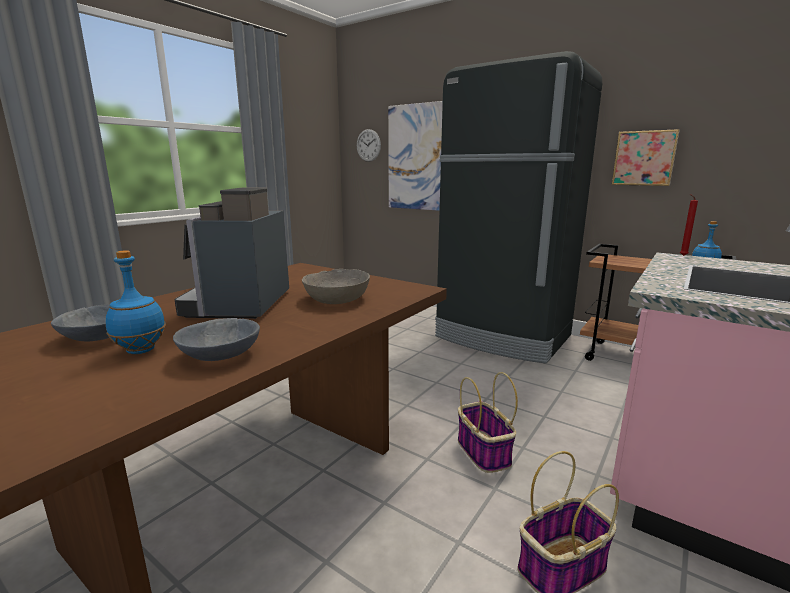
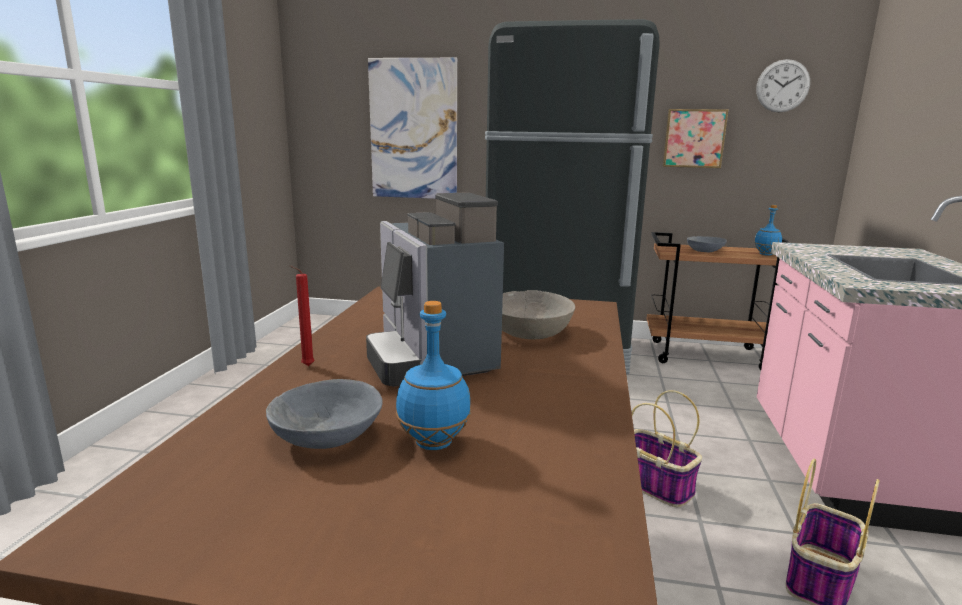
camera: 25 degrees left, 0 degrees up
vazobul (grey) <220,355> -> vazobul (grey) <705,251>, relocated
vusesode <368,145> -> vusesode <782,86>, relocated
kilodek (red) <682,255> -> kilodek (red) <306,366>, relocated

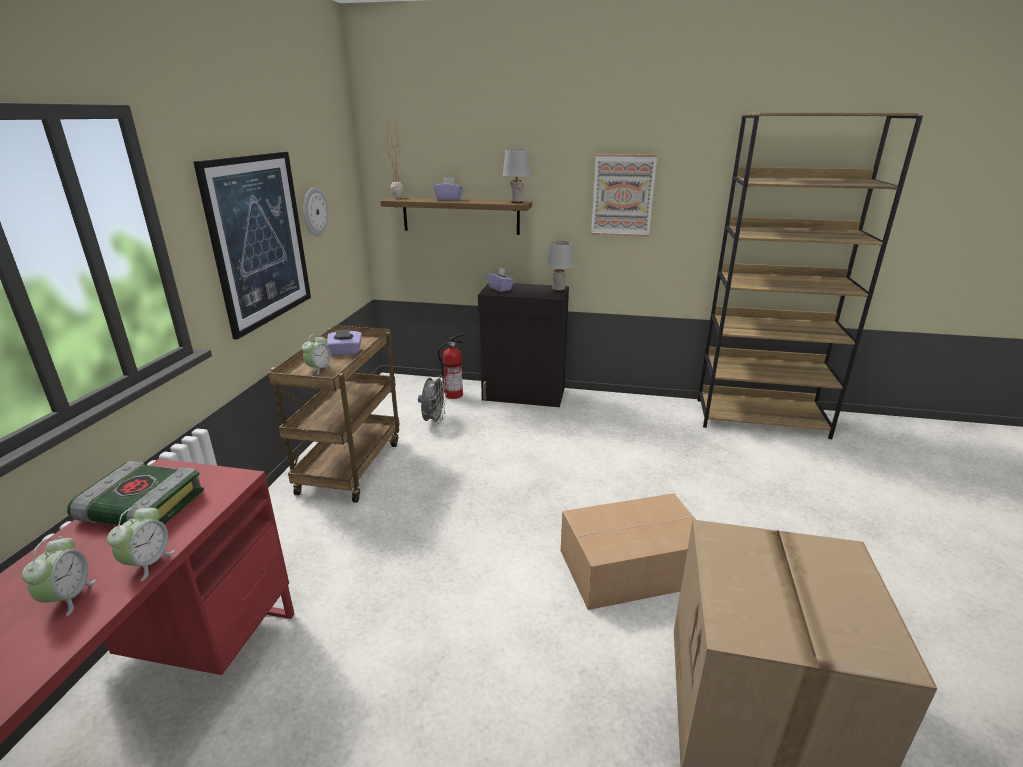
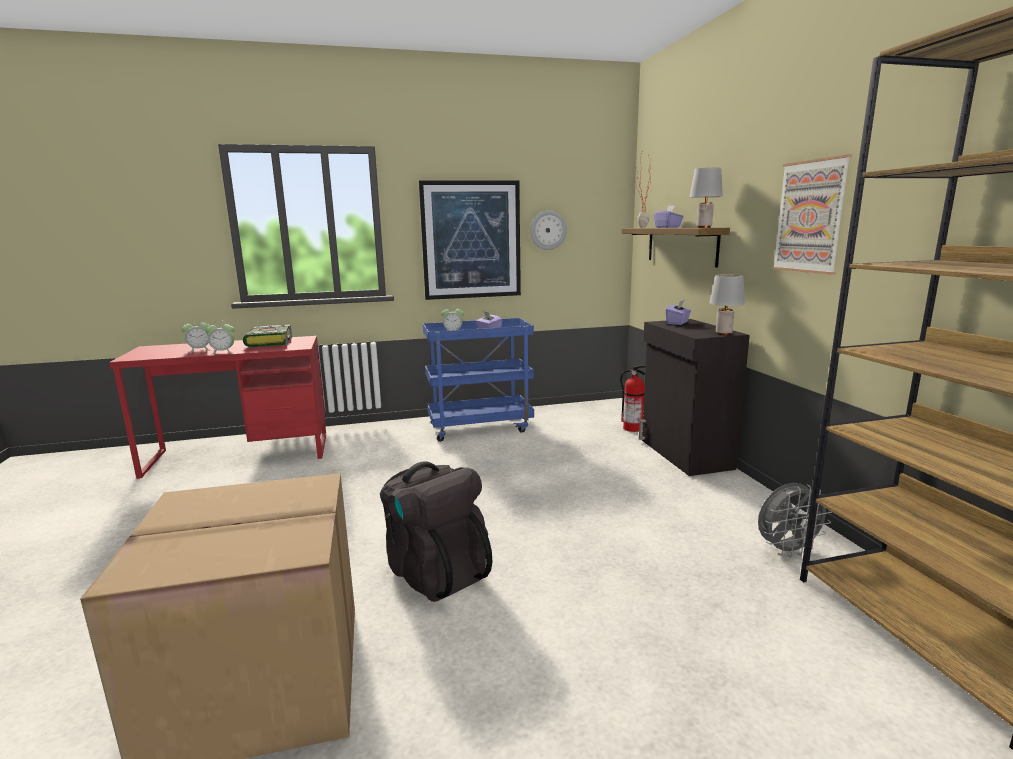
camera: 65 degrees right, 10 degrees down
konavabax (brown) <350,465> -> konavabax (blue) <480,427>
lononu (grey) <434,421> -> lononu (grey) <787,550>, relocated
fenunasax <633,568> -> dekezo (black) <435,571>

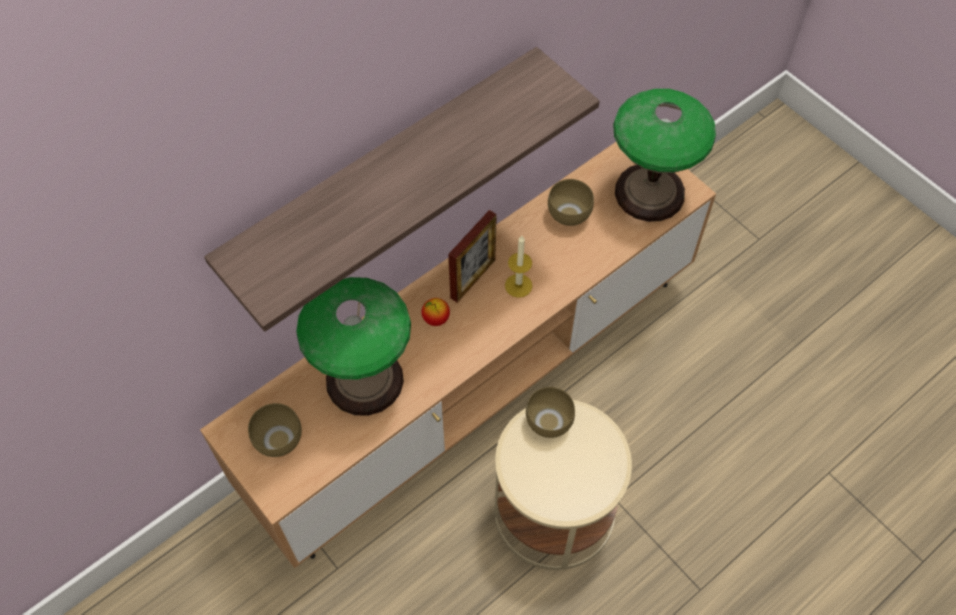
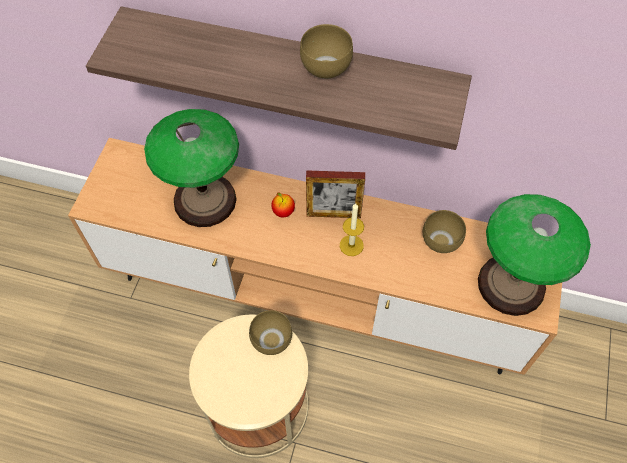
camera: 55 degrees right, 0 degrees up
vazobul (brown) <281,440> -> vazobul (brown) <326,69>, relocated

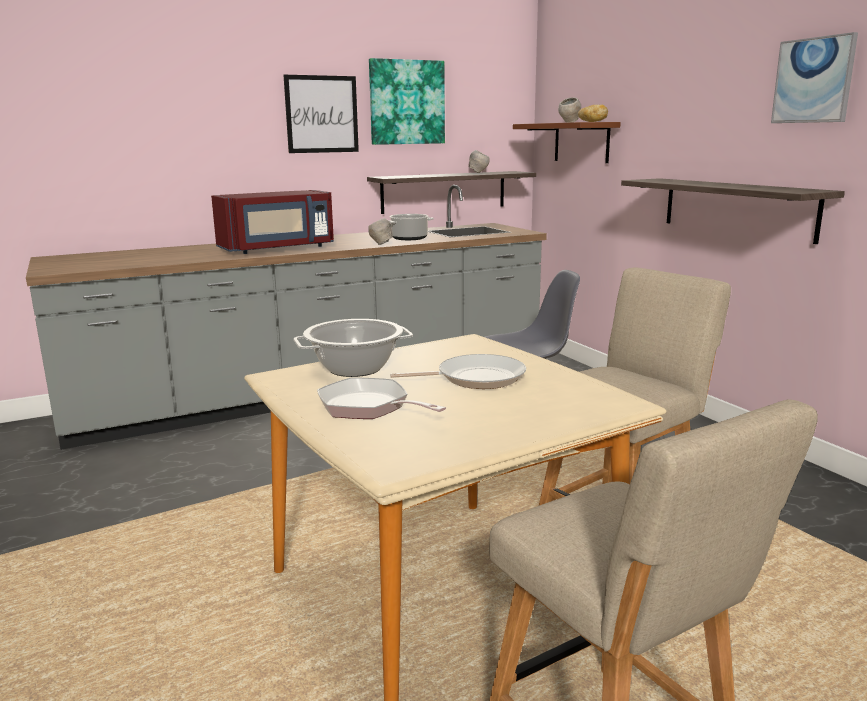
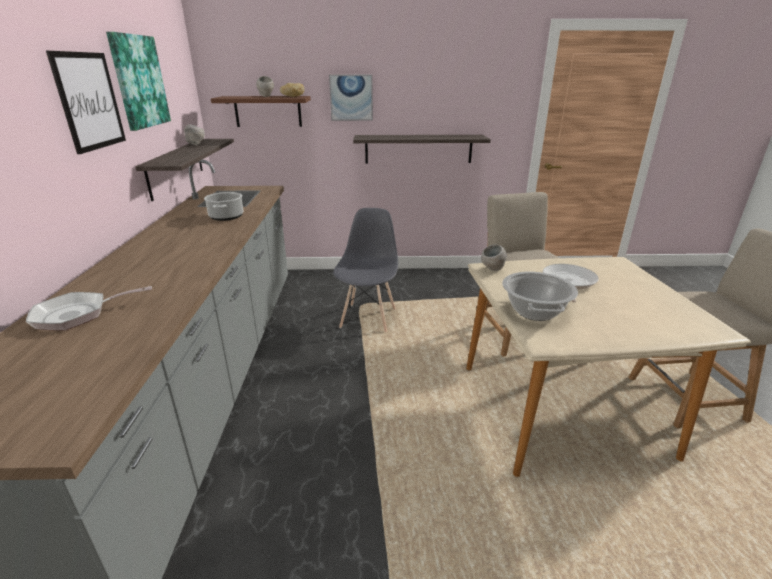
camera: 65 degrees left, 10 degrees up
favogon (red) <278,248> -> none
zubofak <368,407> -> zubofak <78,314>, relocated
vazobul (grey) <380,244> -> vazobul (grey) <492,270>, relocated
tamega <813,80> -> tamega <351,97>, relocated

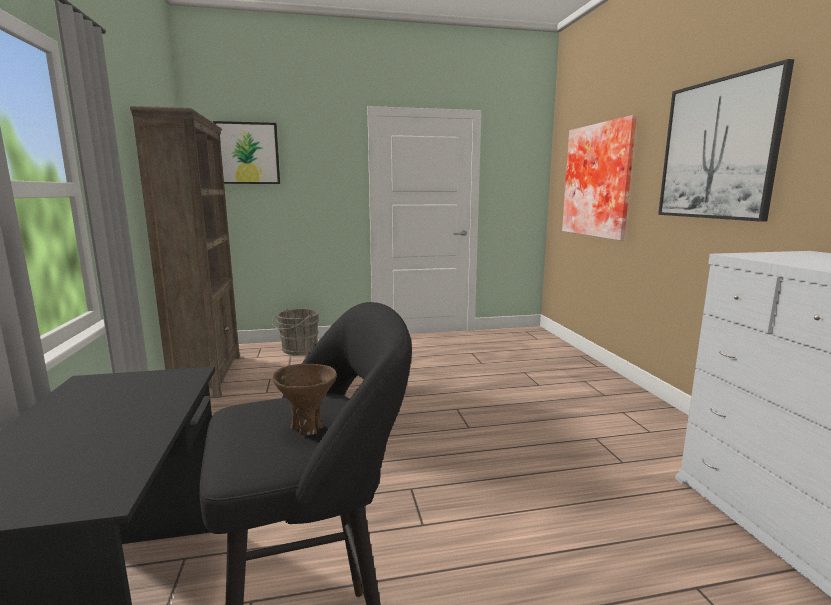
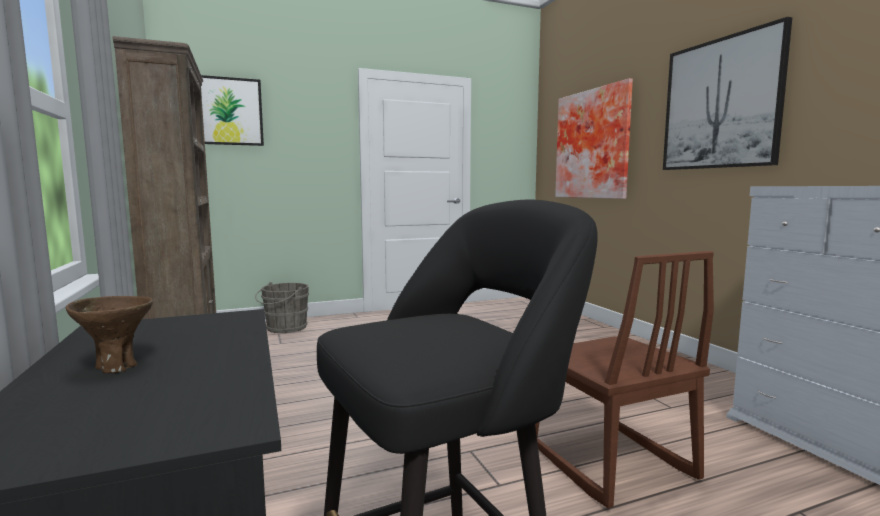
camera: 10 degrees left, 5 degrees down
vazobul (brown) <307,428> -> vazobul (brown) <116,367>, relocated
none -> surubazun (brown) <608,462>

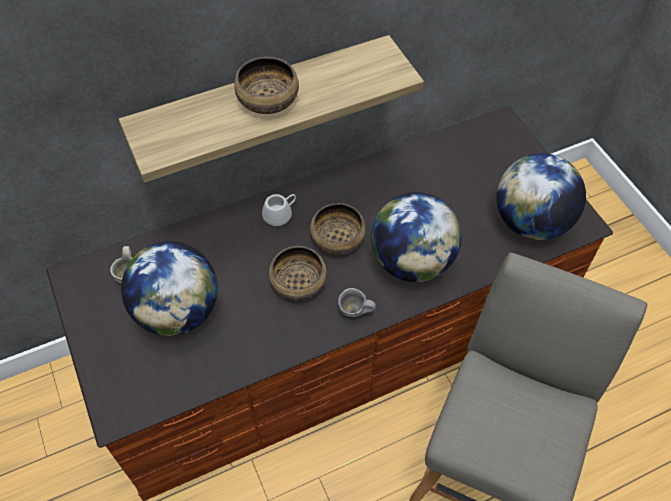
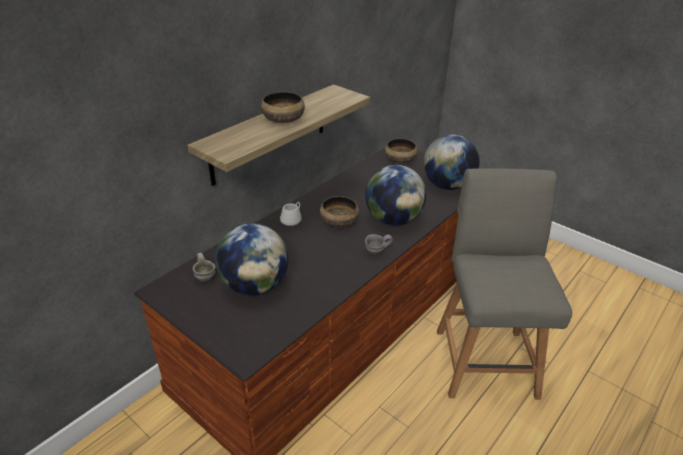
camera: 25 degrees left, 20 degrees down
vazobul <299,283> -> vazobul <400,159>, relocated

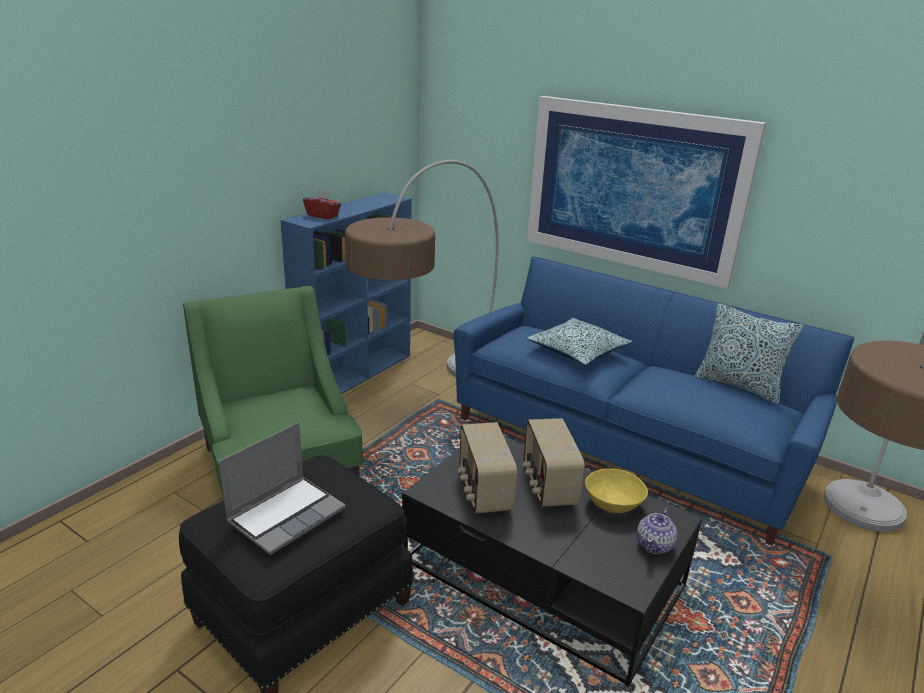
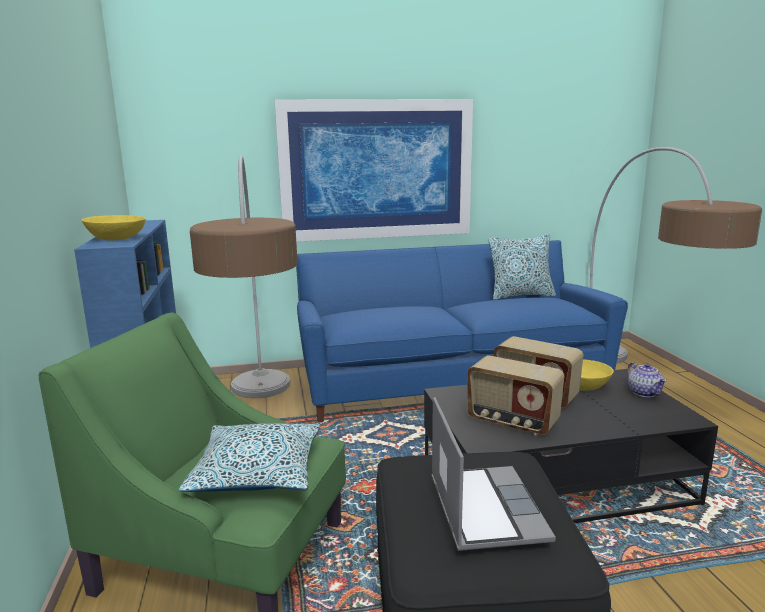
camera: 45 degrees left, 10 degrees down
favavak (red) <323,215> -> vazobul (yellow) <115,239>
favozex <577,351> -> favozex <257,472>, relocated

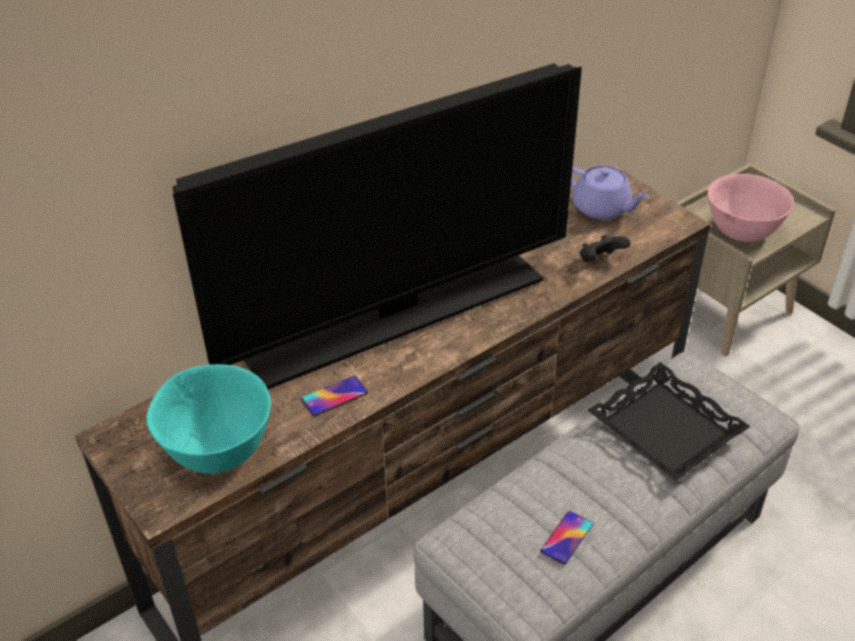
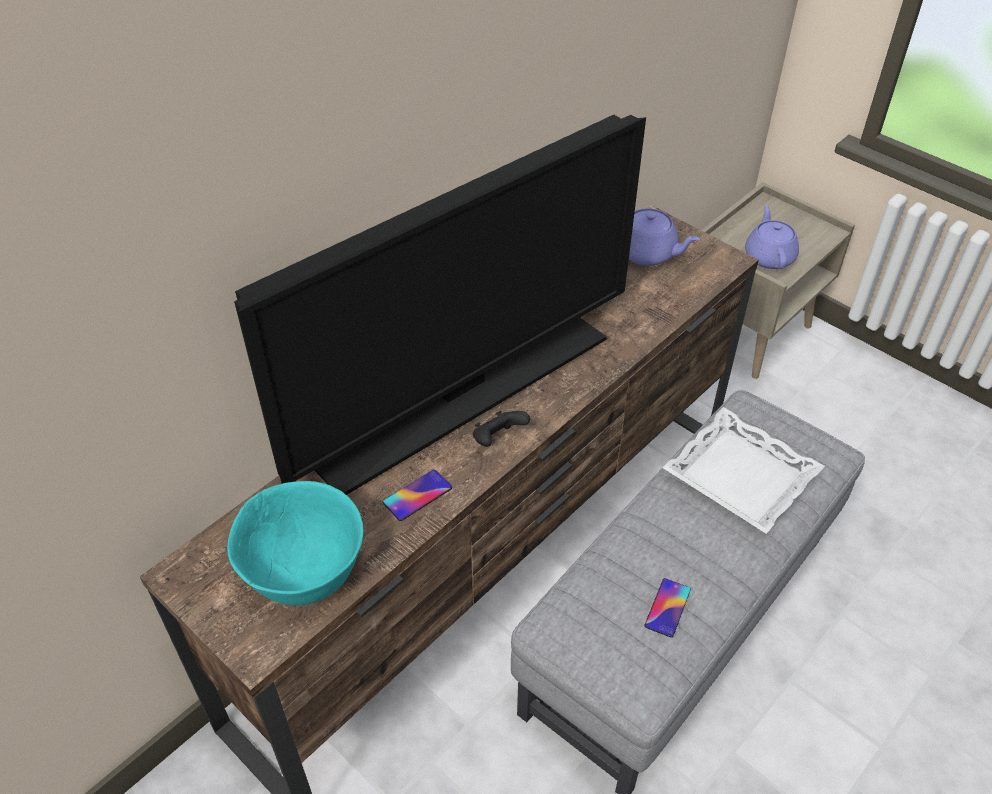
camera: 10 degrees left, 5 degrees up
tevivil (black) <600,261> -> tevivil (black) <498,439>, relocated
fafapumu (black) <665,429> -> fafapumu (white) <739,477>
vazobul (pink) <742,232> -> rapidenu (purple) <769,256>

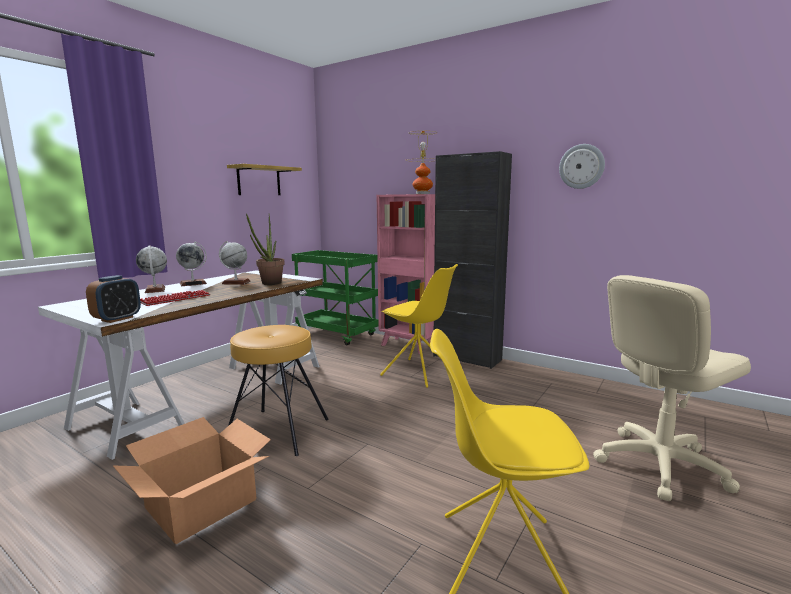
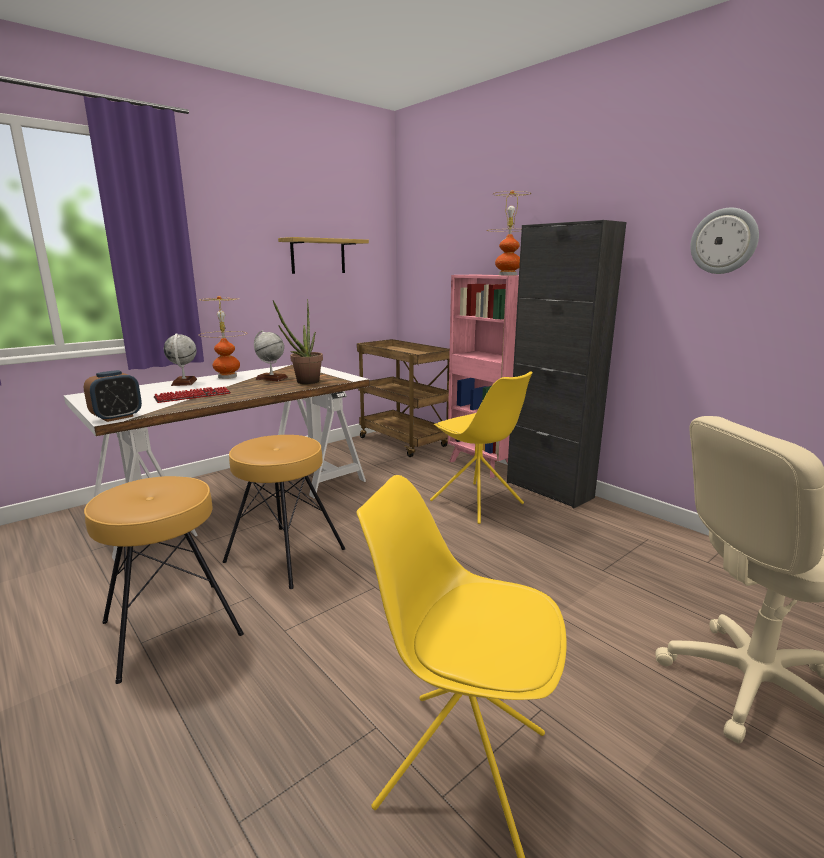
camera: 15 degrees right, 5 degrees up
fenunasax <200,503> -> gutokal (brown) <171,627>
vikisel <193,283> -> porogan <228,376>
konavabax (green) <338,335> -> konavabax (brown) <405,442>

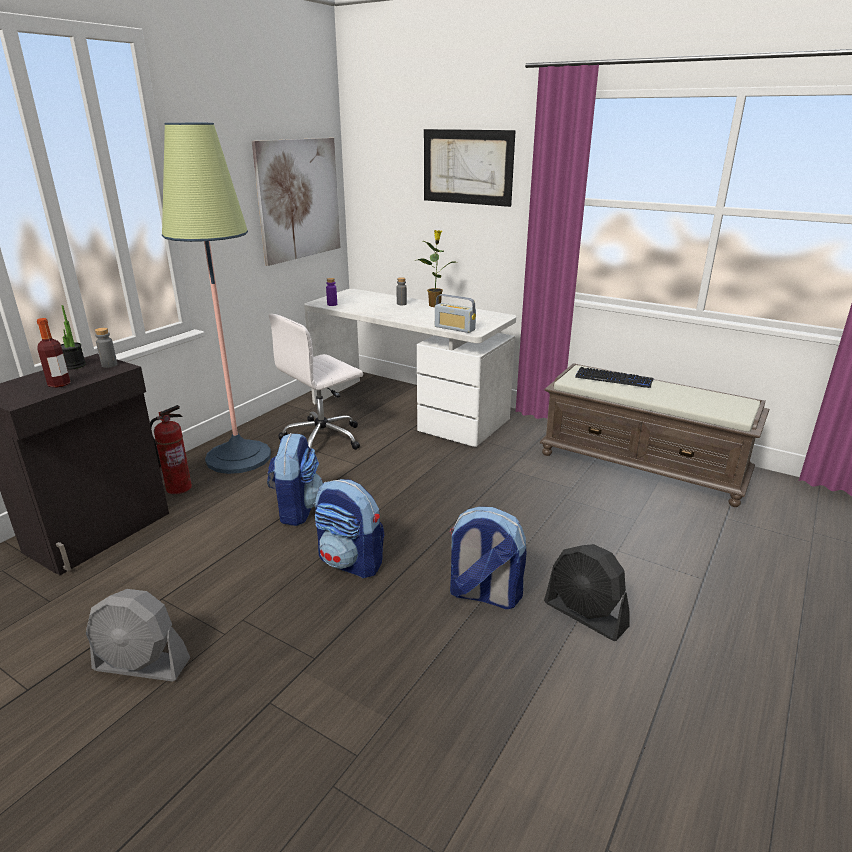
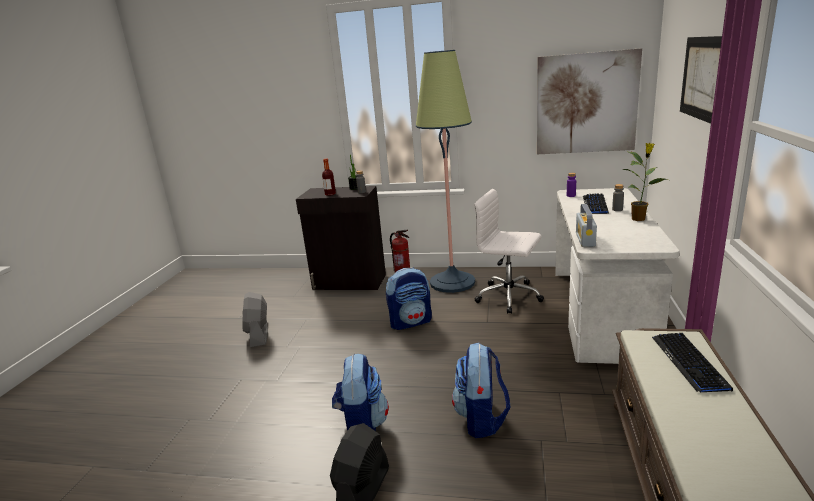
camera: 70 degrees right, 5 degrees down
dekezo <351,562> -> dekezo <481,419>, relocated
none -> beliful <595,204>

